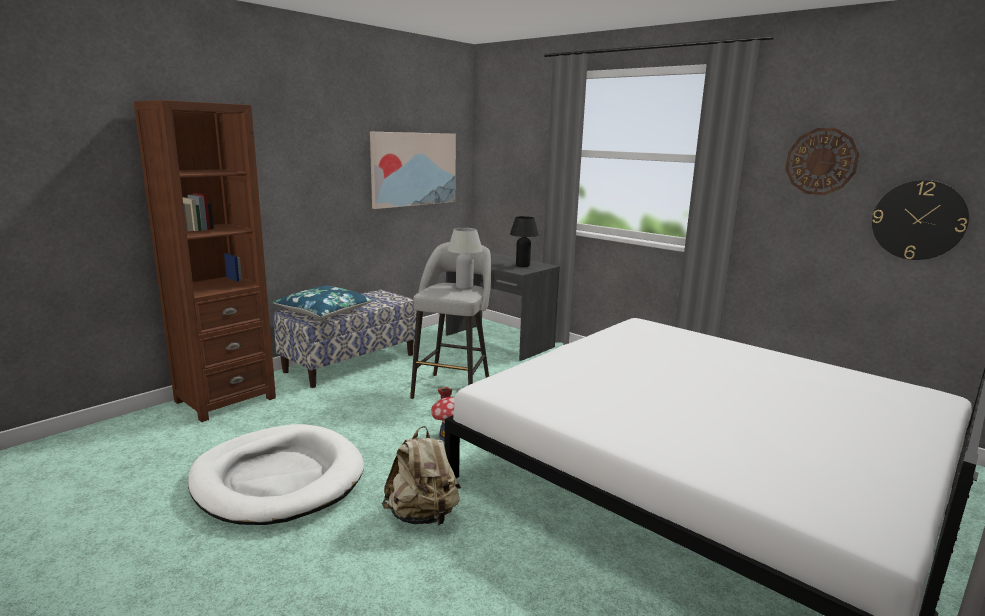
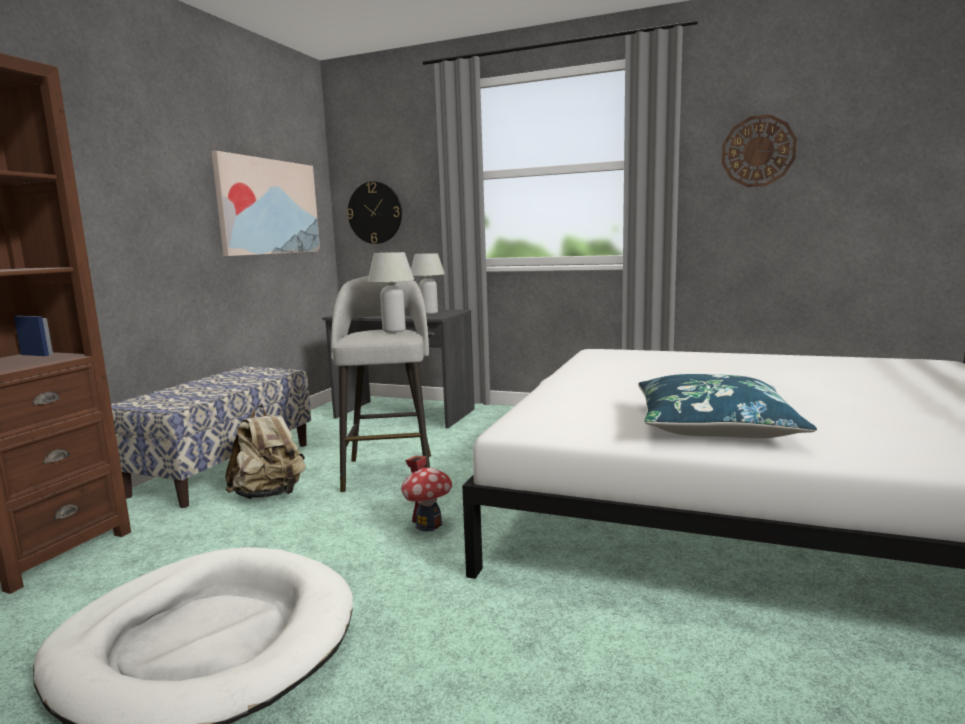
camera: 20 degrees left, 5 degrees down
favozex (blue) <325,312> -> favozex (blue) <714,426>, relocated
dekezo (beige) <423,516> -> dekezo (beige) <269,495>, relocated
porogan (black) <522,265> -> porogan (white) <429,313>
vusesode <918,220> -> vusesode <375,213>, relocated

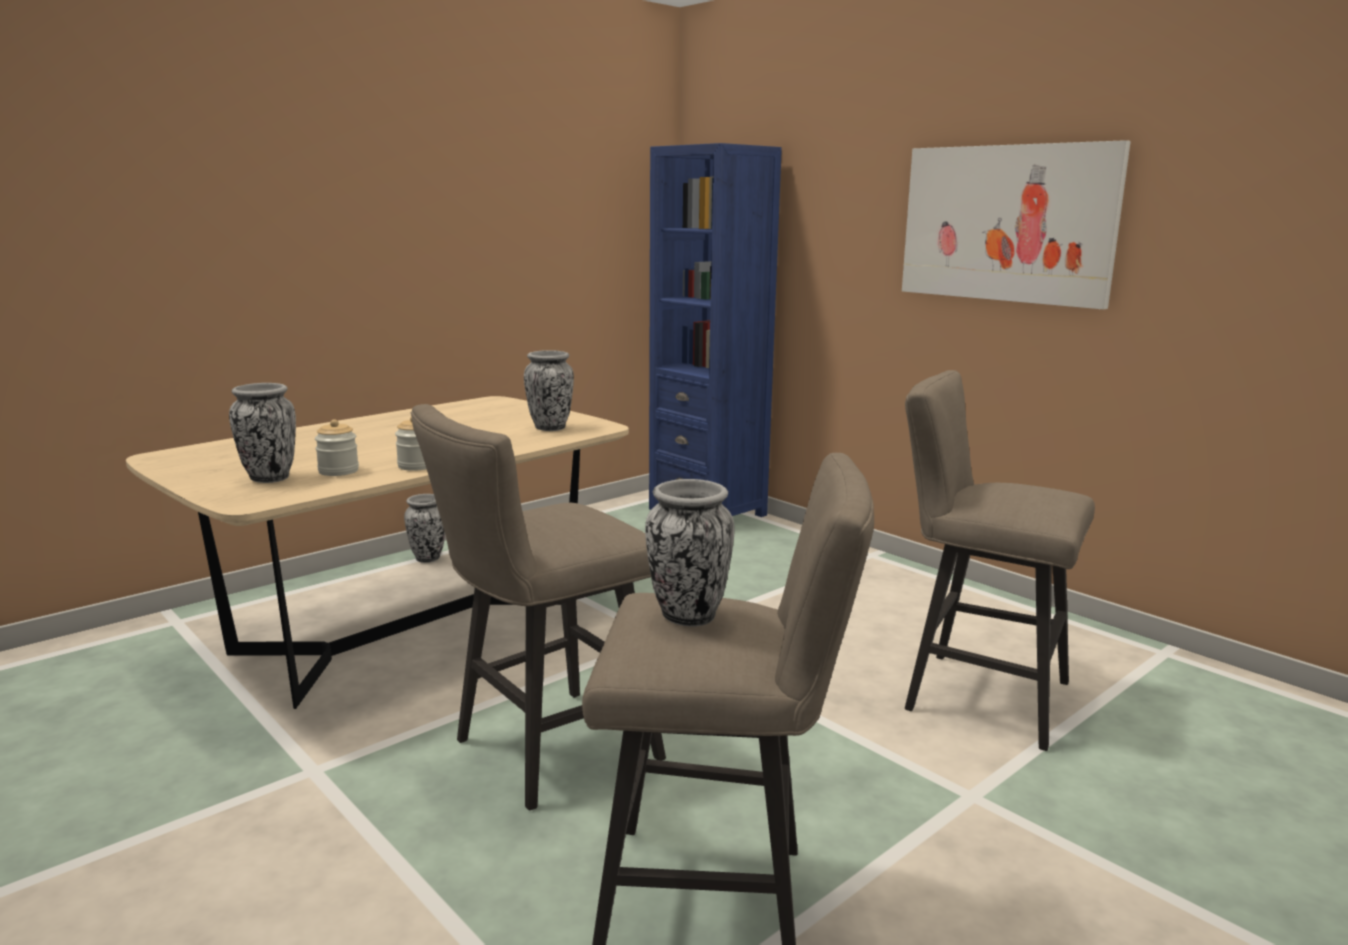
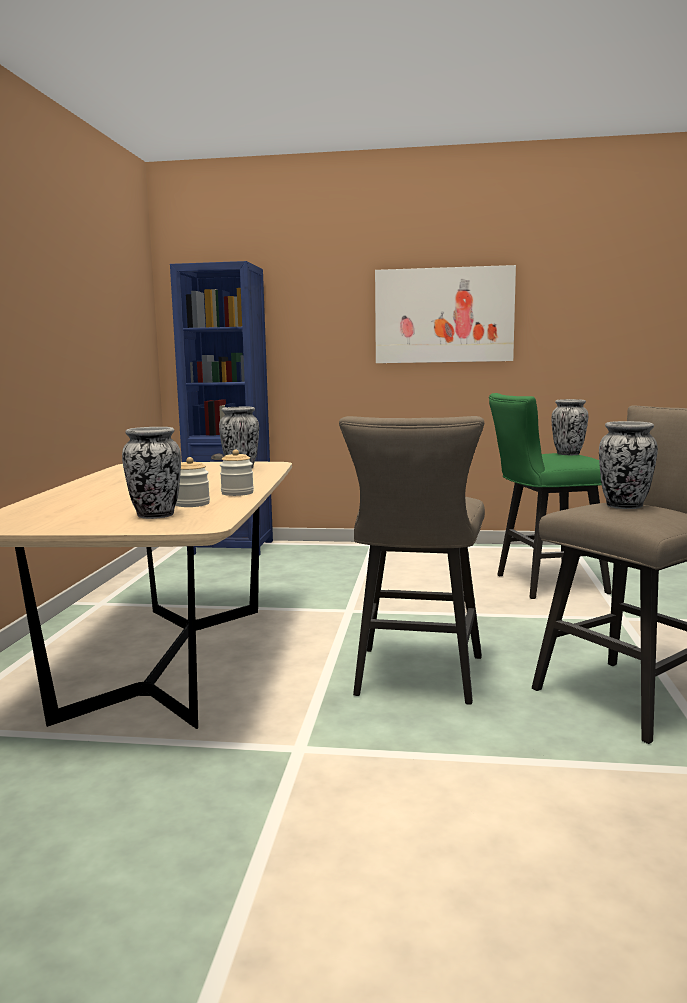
camera: 40 degrees left, 5 degrees down
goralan <428,558> -> goralan <568,454>, relocated
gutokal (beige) <974,694> -> gutokal (green) <543,584>

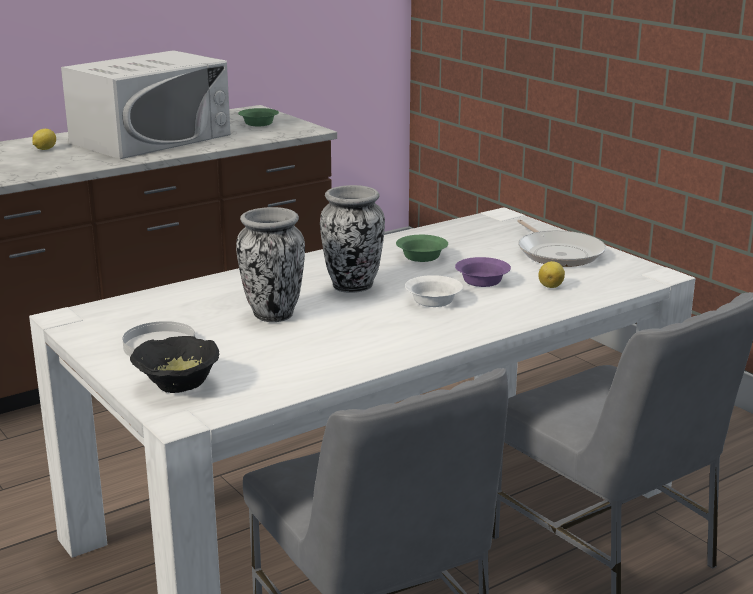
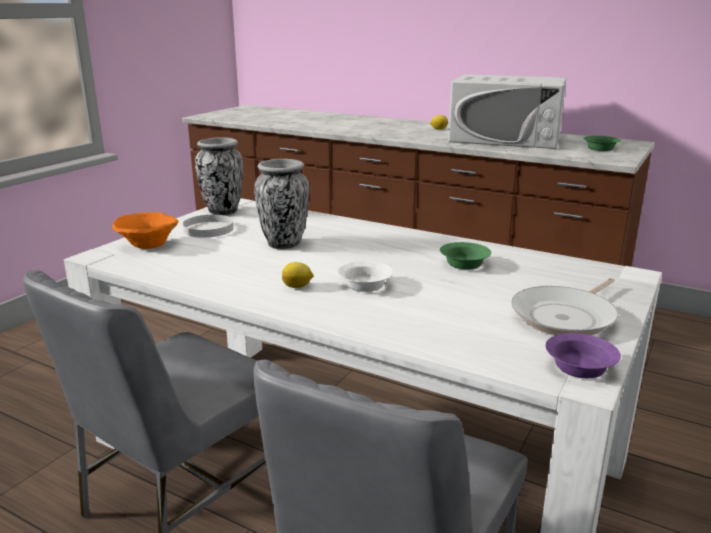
camera: 65 degrees right, 0 degrees up
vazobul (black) <176,385> -> vazobul (orange) <148,245>
goralan <353,287> -> goralan <222,212>, relocated
vazobul (purple) <481,282> -> vazobul (purple) <578,368>, relocated
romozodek <551,286> -> romozodek <298,286>, relocated

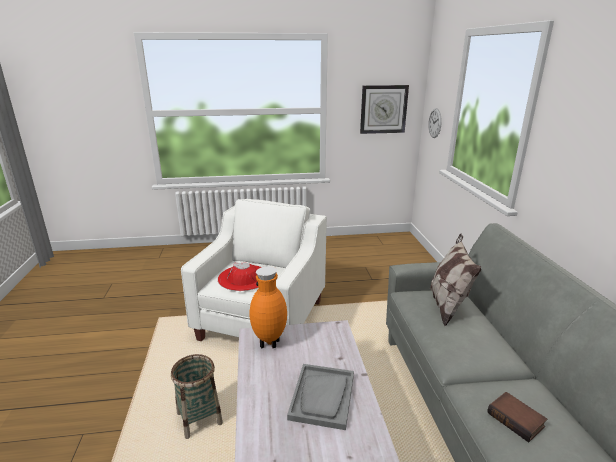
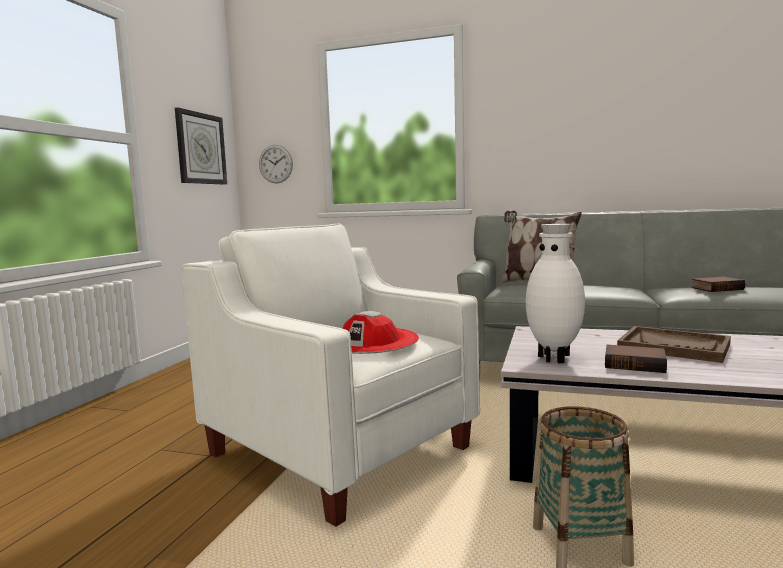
camera: 65 degrees left, 15 degrees down
goralan (orange) <270,344> -> goralan (white) <555,358>
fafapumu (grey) <322,397> -> fafapumu (brown) <674,347>
none -> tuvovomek <635,364>

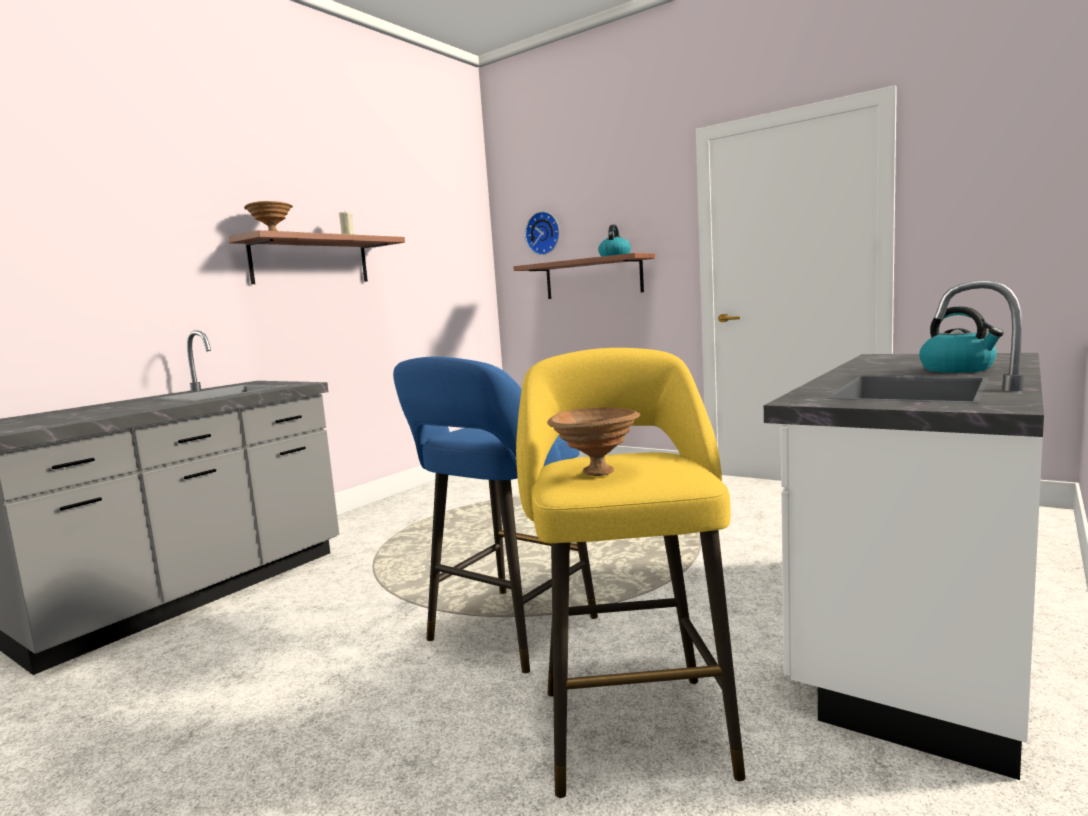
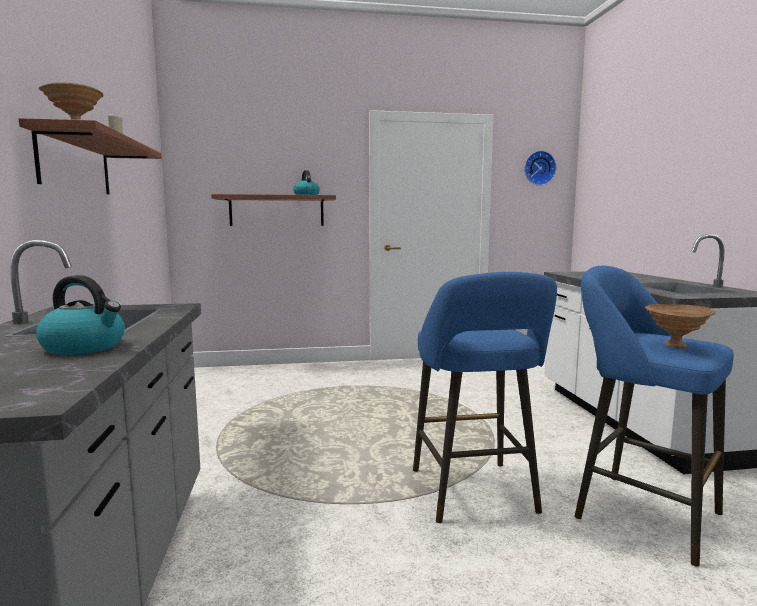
camera: 45 degrees left, 0 degrees up
gutokal (yellow) <632,723> -> gutokal (blue) <638,512>
vusesode <544,233> -> vusesode <539,168>, relocated
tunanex <958,369> -> tunanex <85,347>, relocated

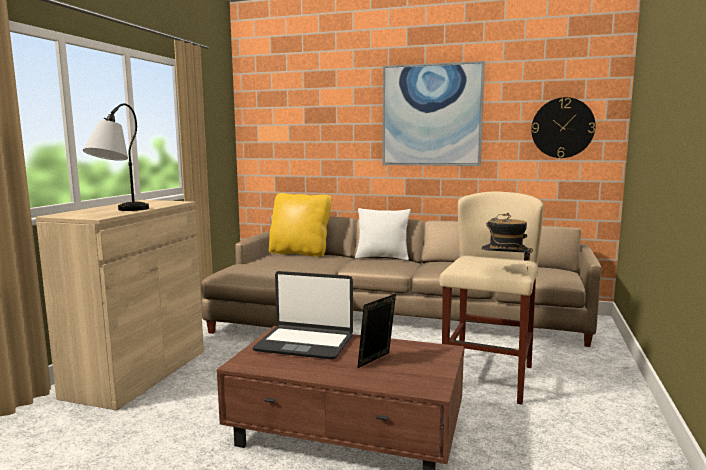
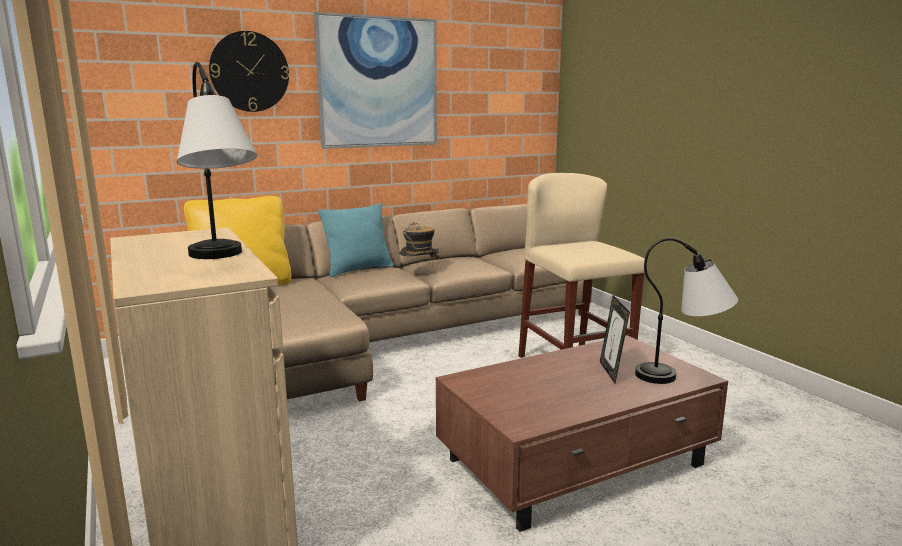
camera: 45 degrees left, 5 degrees up
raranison <305,343> -> none
favozex (white) <382,257> -> favozex (turquoise) <358,270>
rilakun <505,271> -> rilakun <419,271>, relocated
vusesode <562,128> -> vusesode <249,72>, relocated
none -> porogan <683,376>

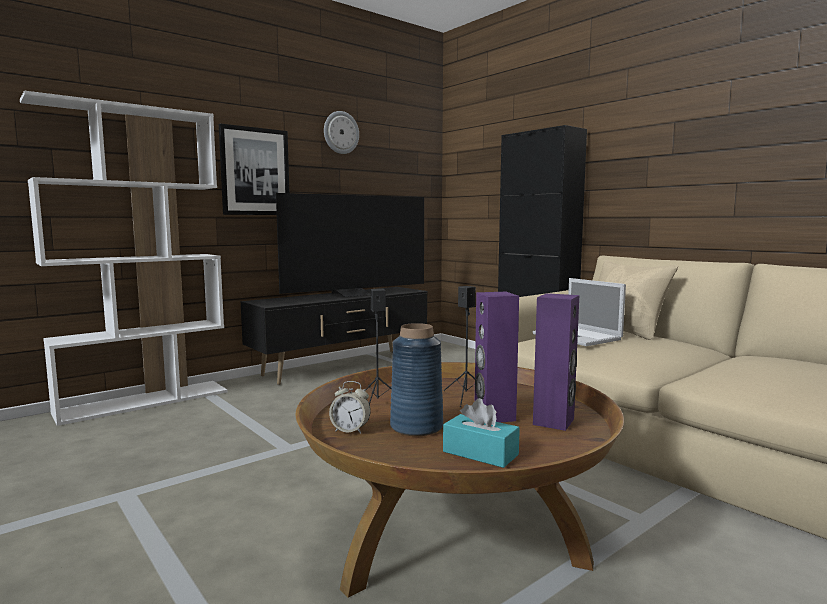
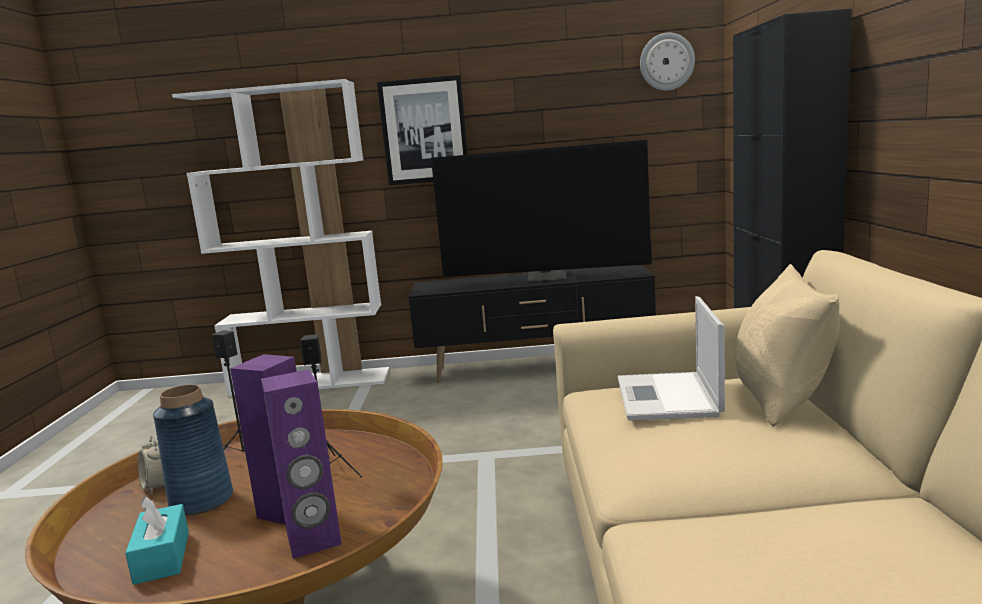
camera: 40 degrees right, 5 degrees up
vusesode <341,132> -> vusesode <666,62>, relocated

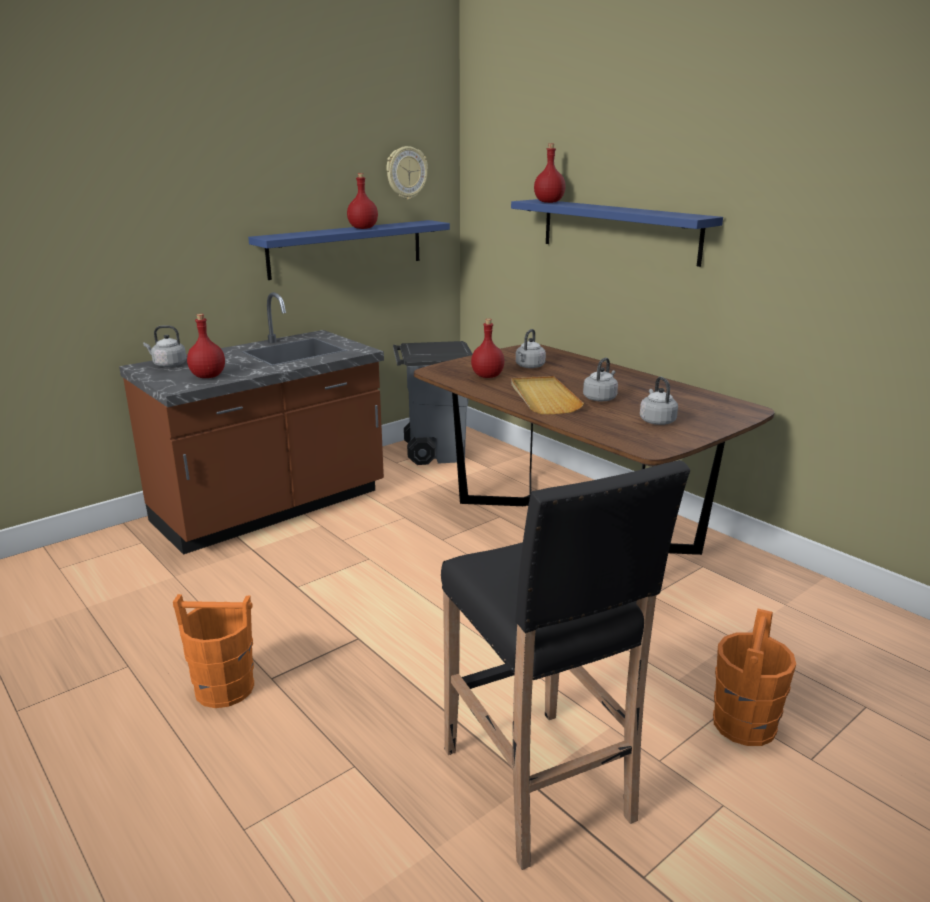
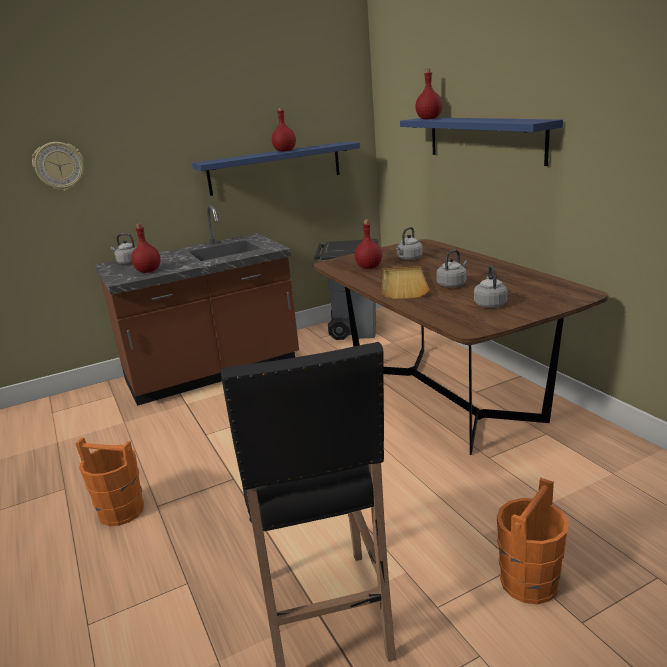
camera: 15 degrees right, 0 degrees up
vusesode <406,173> -> vusesode <59,166>, relocated

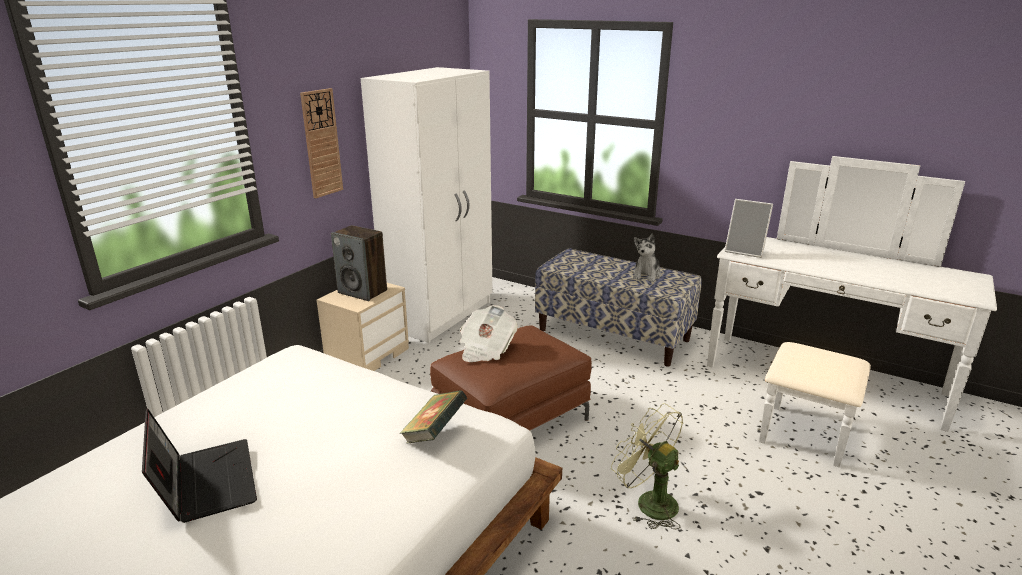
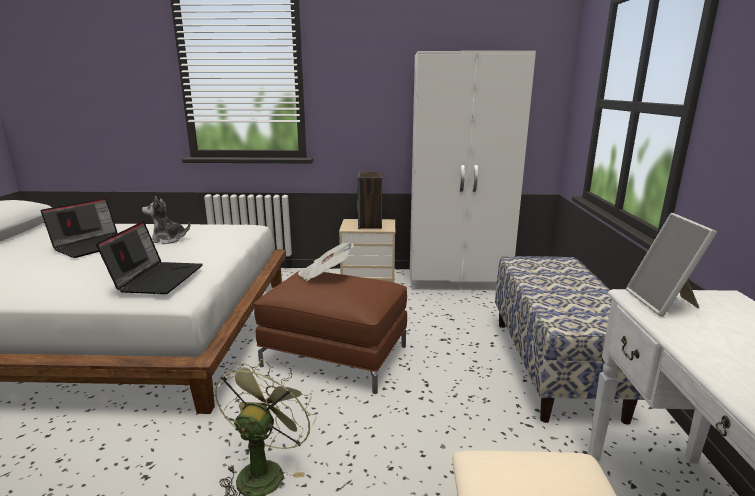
camera: 60 degrees right, 5 degrees down
vusesode <321,143> -> none
tuvovomek <434,433> -> raranison <157,278>
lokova <646,275> -> lokova <167,240>, relocated

